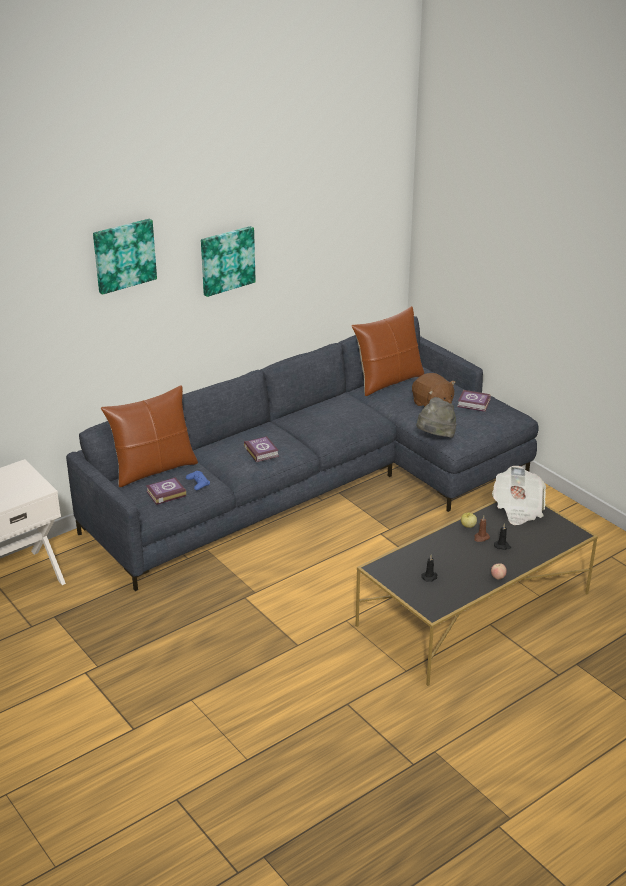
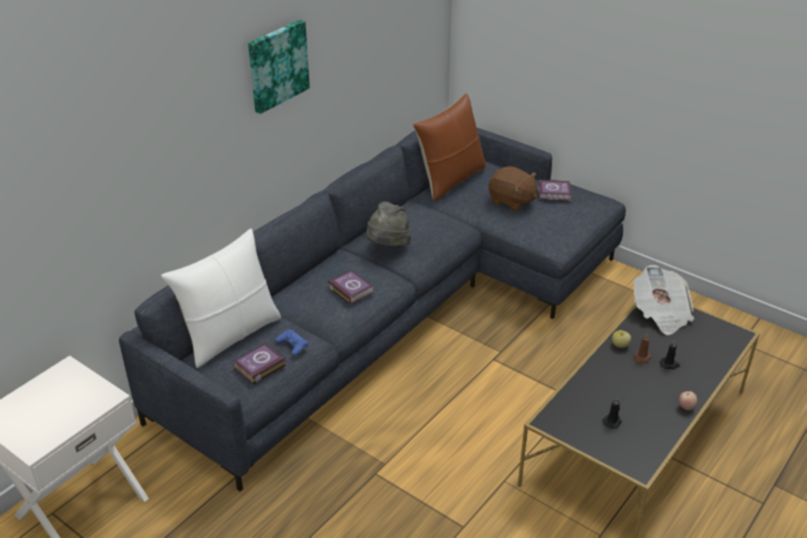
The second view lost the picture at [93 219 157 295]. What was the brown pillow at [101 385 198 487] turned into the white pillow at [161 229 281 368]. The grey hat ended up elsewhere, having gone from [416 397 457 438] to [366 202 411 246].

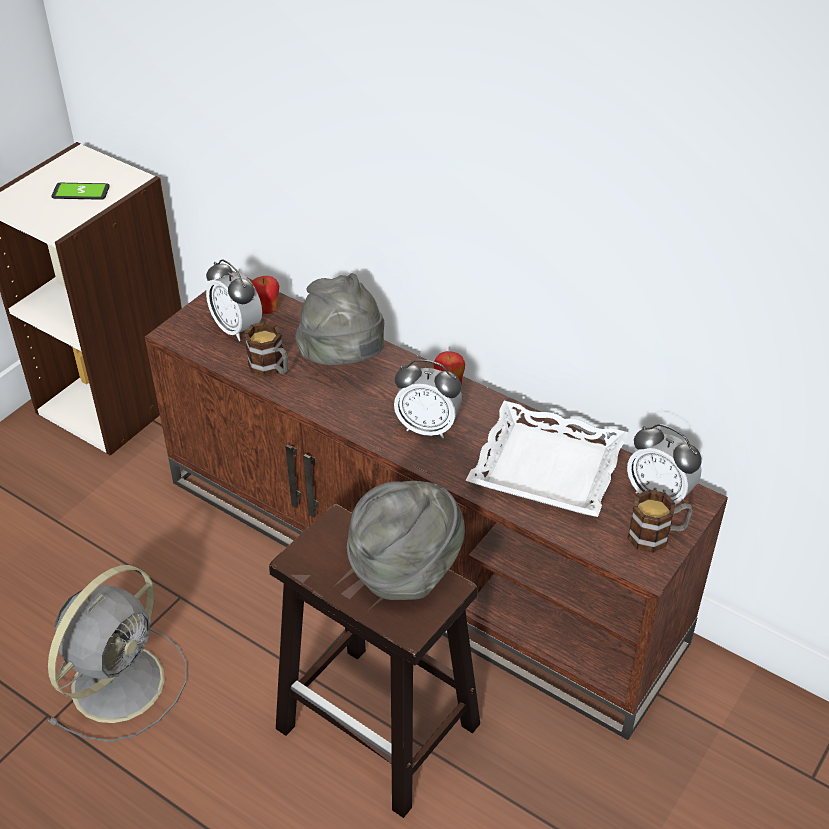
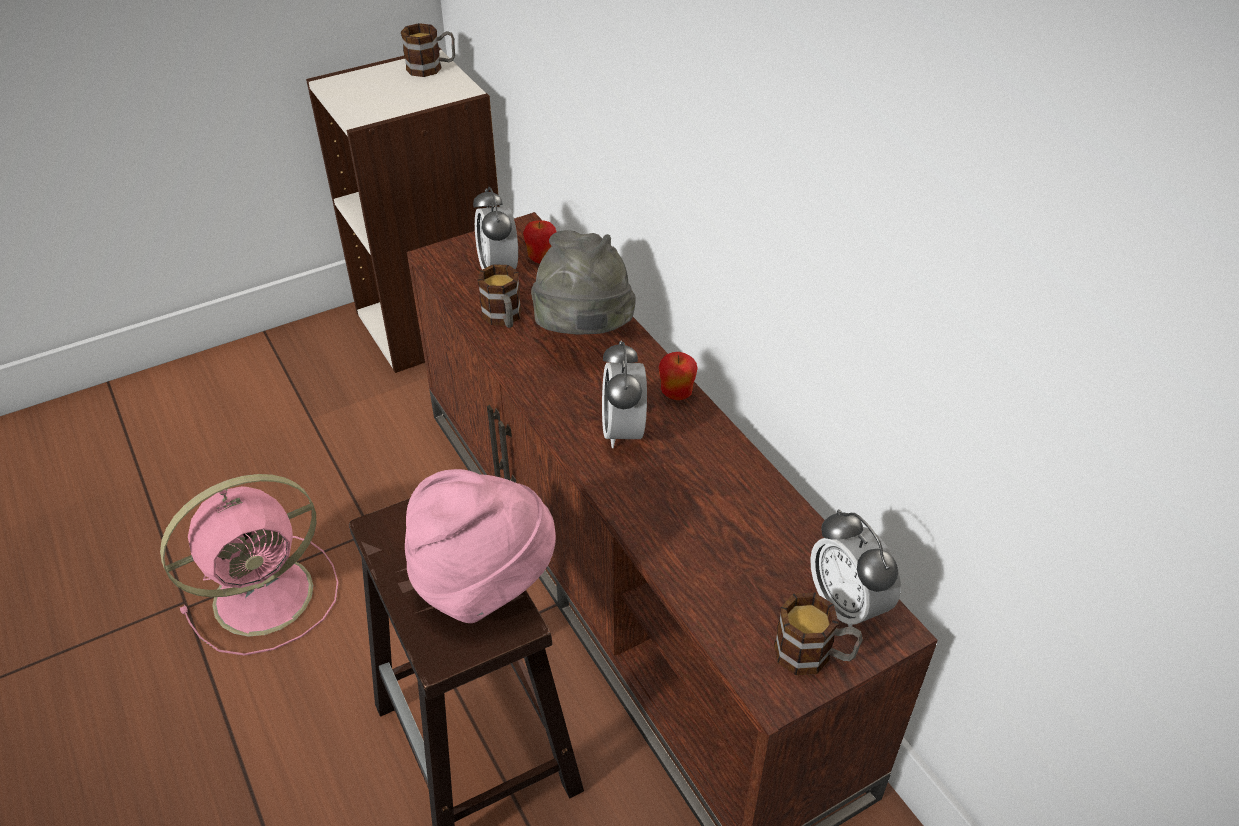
The second view lost the phone at [52 183 110 200]. The alarm clock at [394 360 462 438] ended up facing another way, 45 degrees clockwise from before. The second view lost the white tray at [465 401 629 517]. What was the grey hat at [347 481 465 600] turned into the pink hat at [405 469 556 623]. What was the grey fan at [48 565 187 742] turned into the pink fan at [160 474 339 656]. The second view gained the mug at [401 23 455 77].

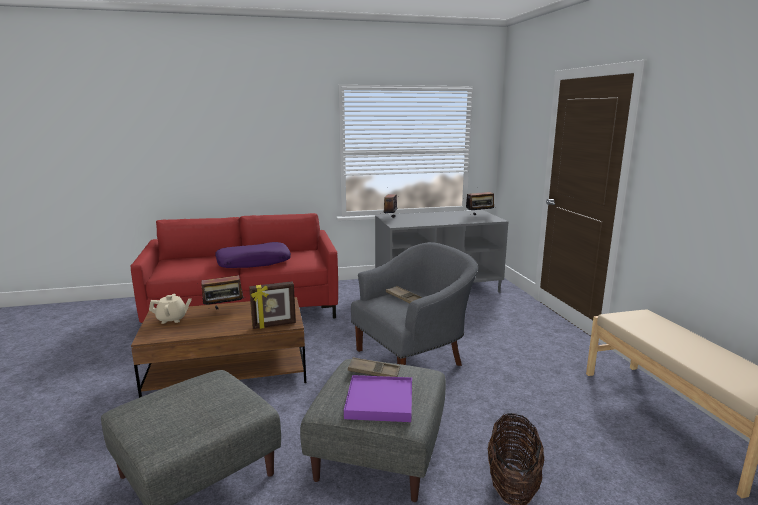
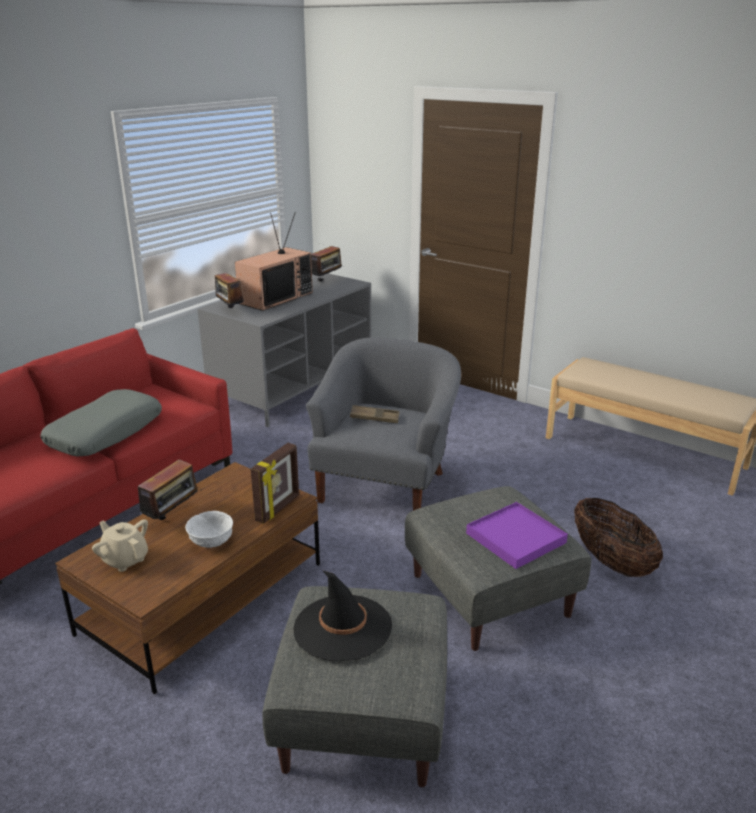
What was the purple pillow at [215 242 291 268] turned into the grey pillow at [40 389 162 457]. The beige teapot at [149 294 192 324] ended up facing another way, 90 degrees counterclockwise from before. The second view lost the brown tray at [348 357 400 377]. The second view gained the television at [235 212 313 311]. The second view gained the white bowl at [185 511 233 548]. The second view gained the black hat at [293 570 392 661].

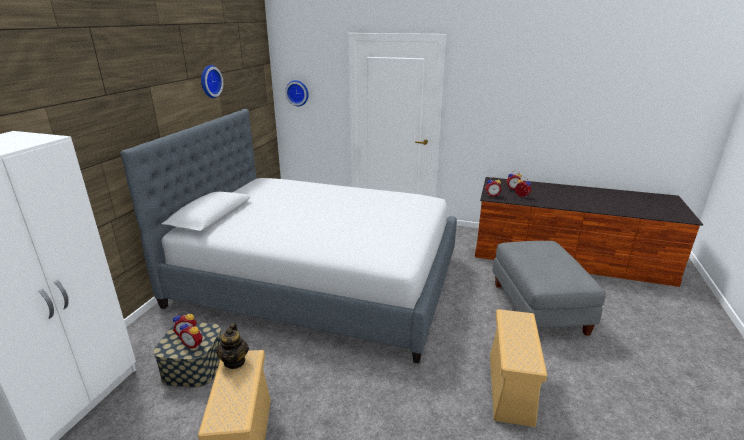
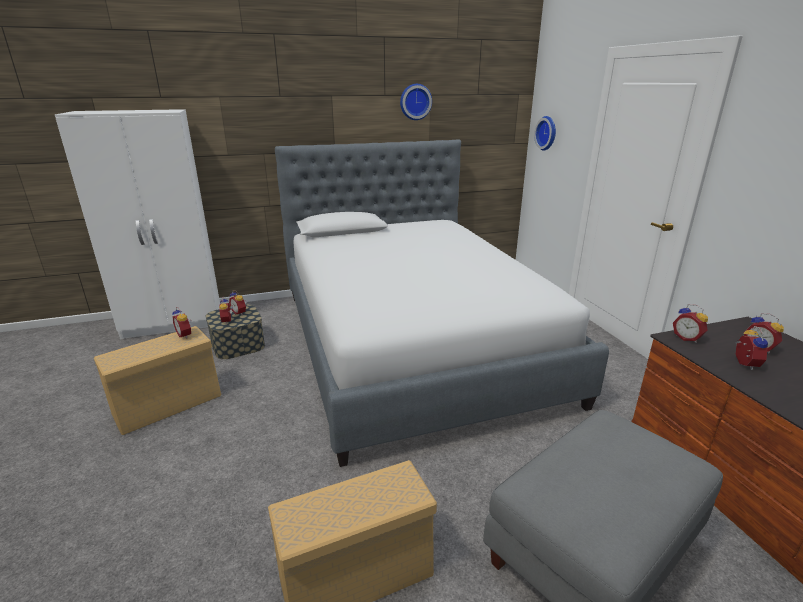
Where the teapot stood at [216 323 249 369], the alarm clock came to stand at [172 307 193 339].

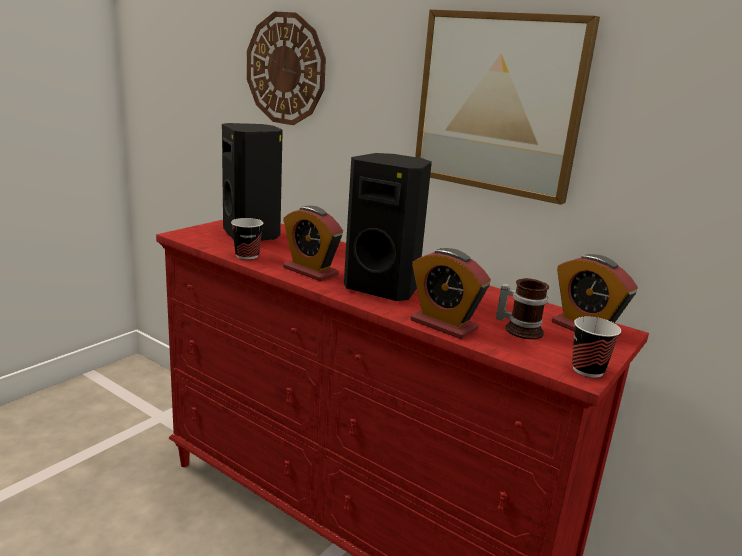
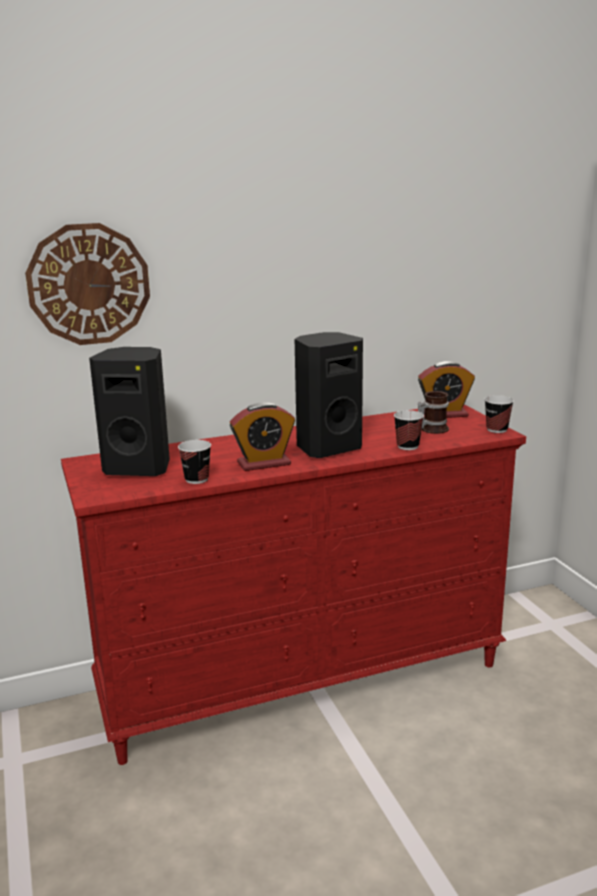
The second view lost the picture at [415 9 600 205]. Where the alarm clock stood at [410 248 491 339], the cup came to stand at [394 410 424 450].

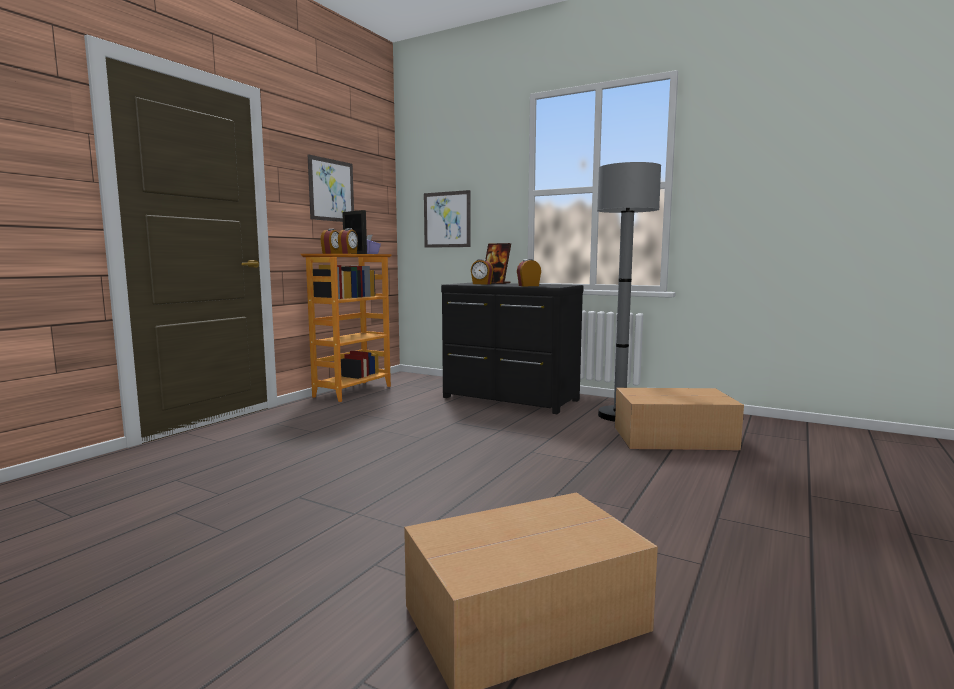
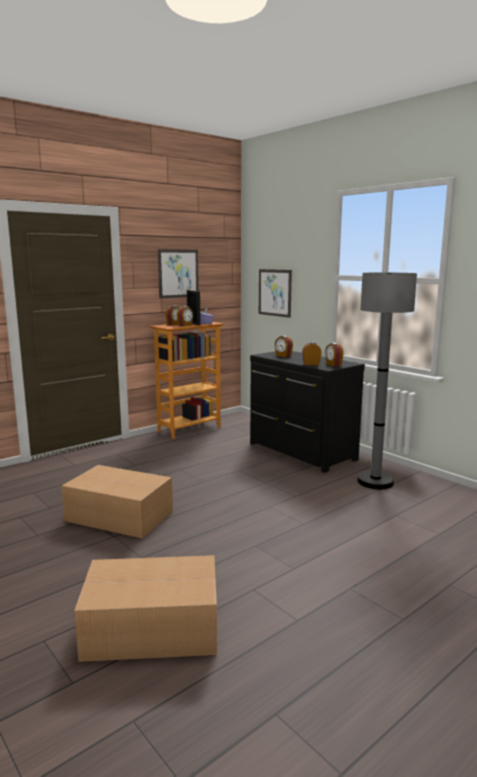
The second view lost the picture frame at [485 243 511 284]. The cardboard box ended up elsewhere, having gone from [615 388 744 450] to [62 465 173 539]. The second view gained the alarm clock at [325 343 343 367].

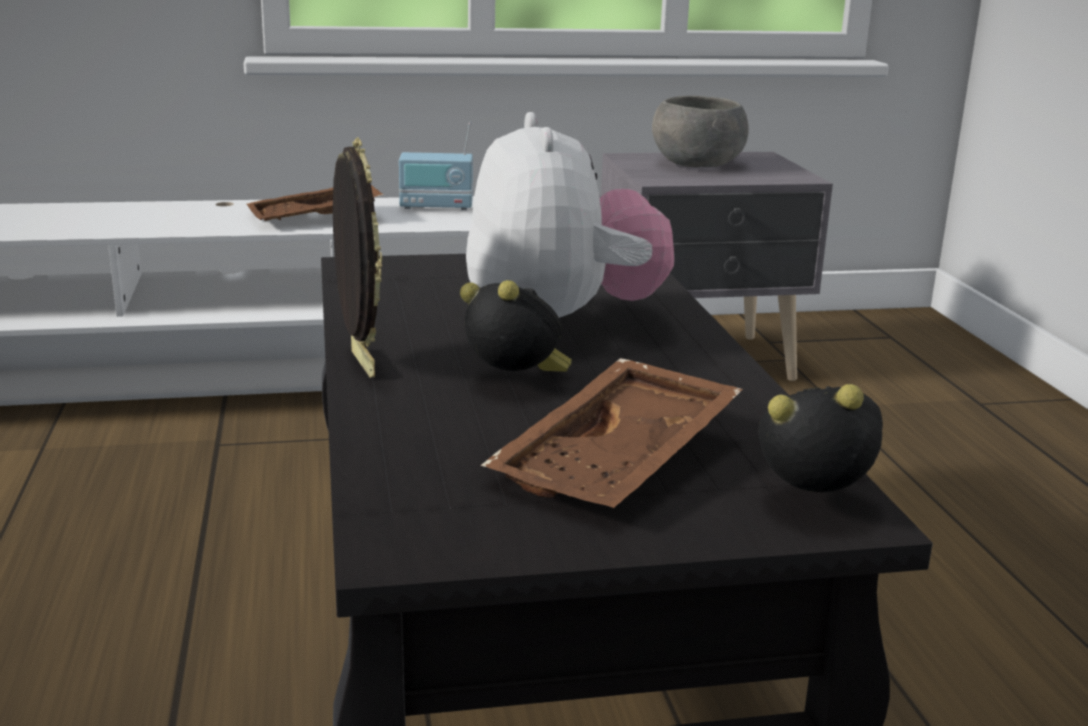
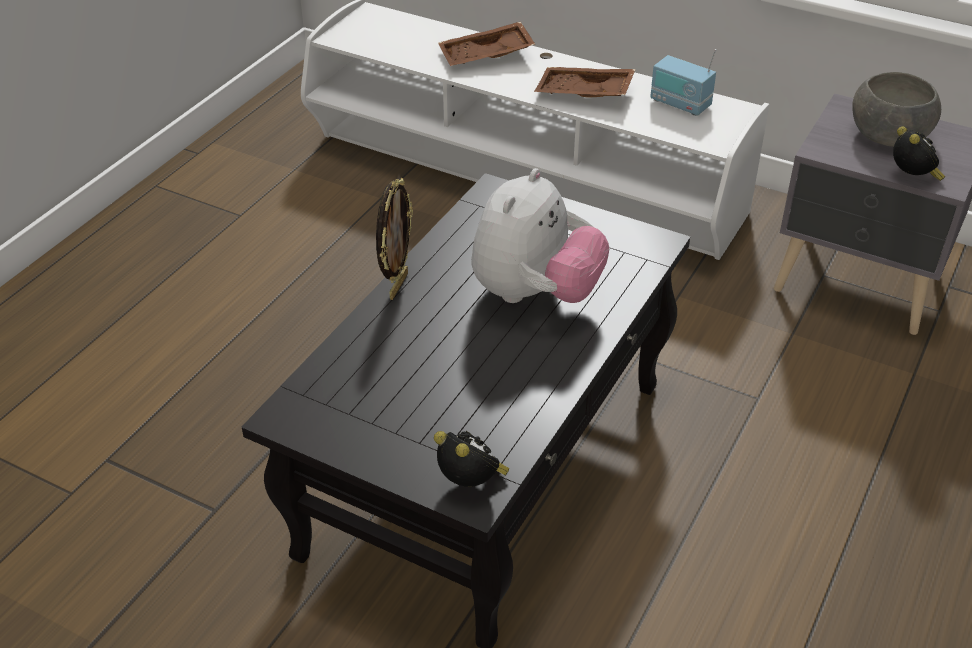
The alarm clock ended up elsewhere, having gone from [460 280 572 372] to [893 126 945 181]. The brown tray ended up elsewhere, having gone from [480 358 743 508] to [438 21 536 66].

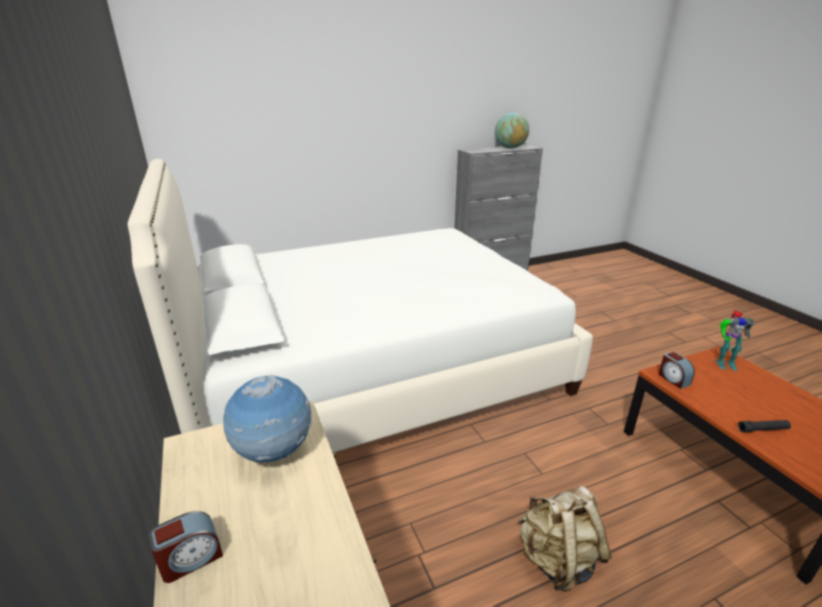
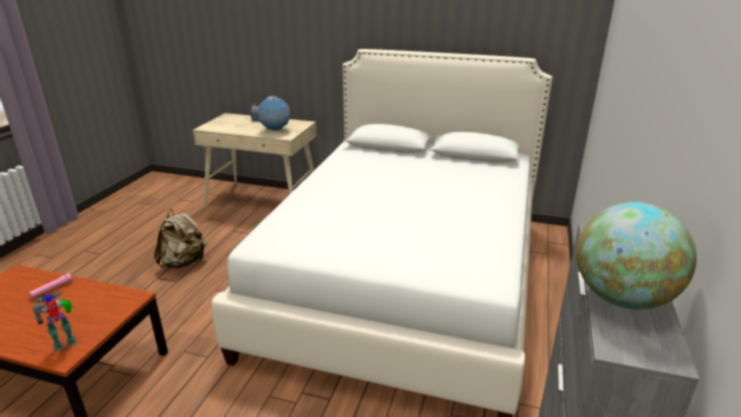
The second view lost the alarm clock at [659 352 695 389]. What was the black flashlight at [738 420 791 432] turned into the pink flashlight at [29 273 73 298].

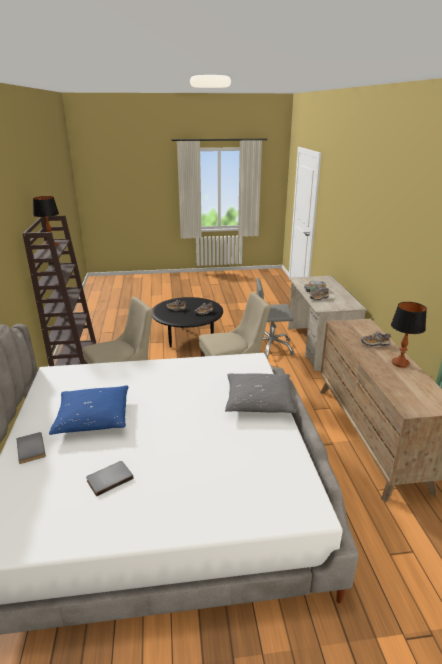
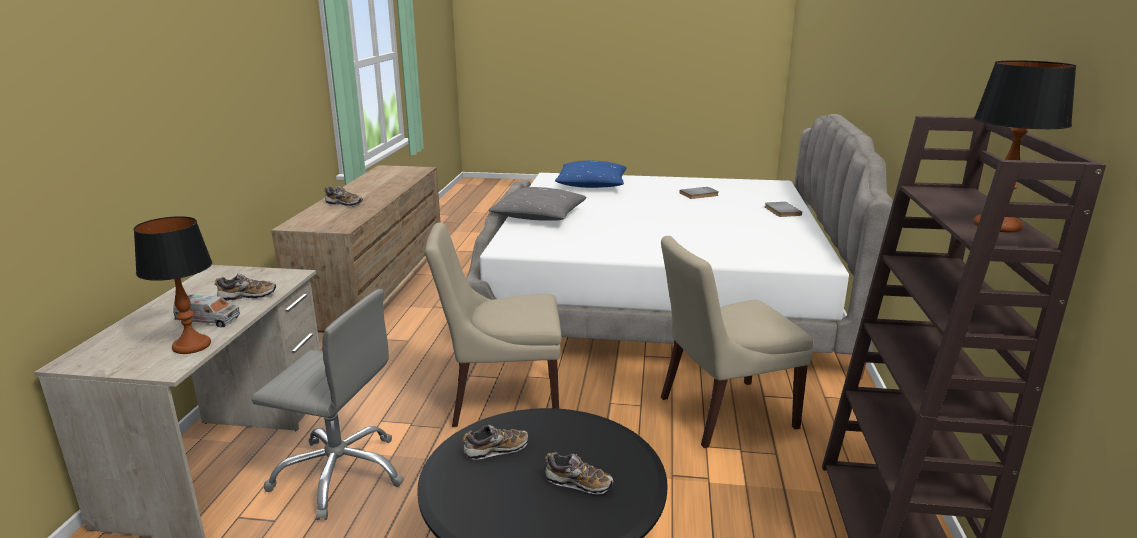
The table lamp ended up elsewhere, having gone from [391 302 427 368] to [133 216 212 354]. The blue pillow ended up elsewhere, having gone from [49 386 128 435] to [555 161 627 188].

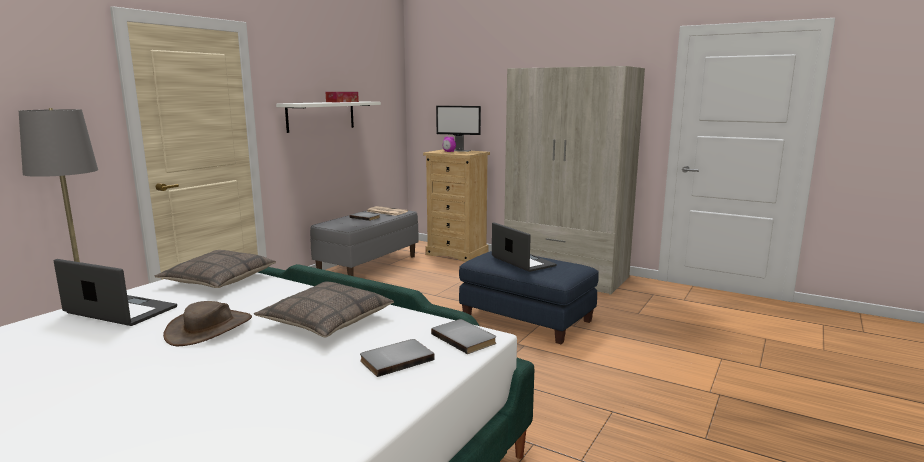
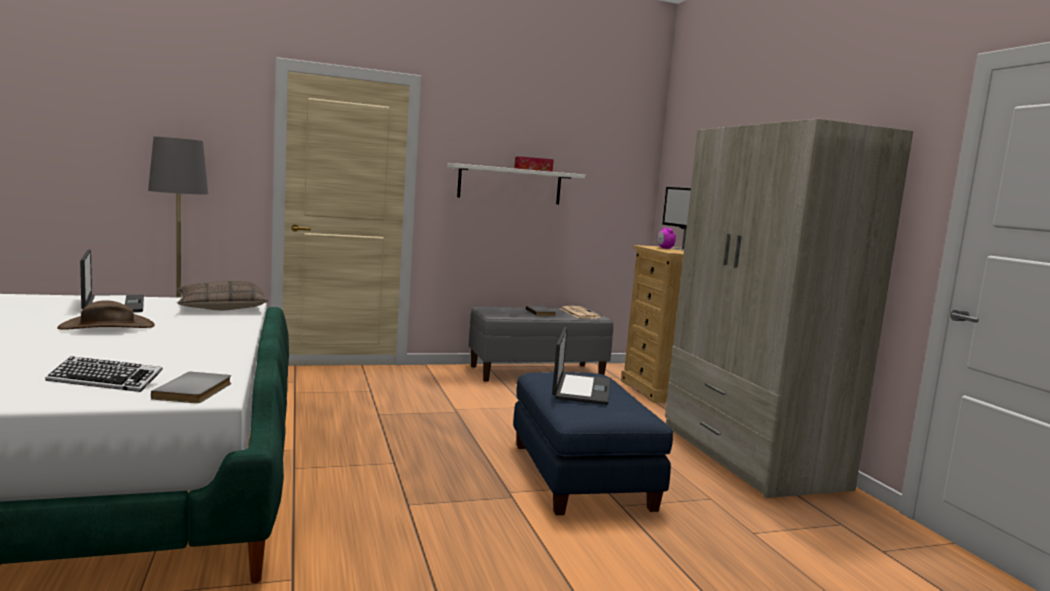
The second view lost the pillow at [254 282 394 338]. Where the grey book stood at [360 339 435 377], the keyboard came to stand at [45 356 163 392].

